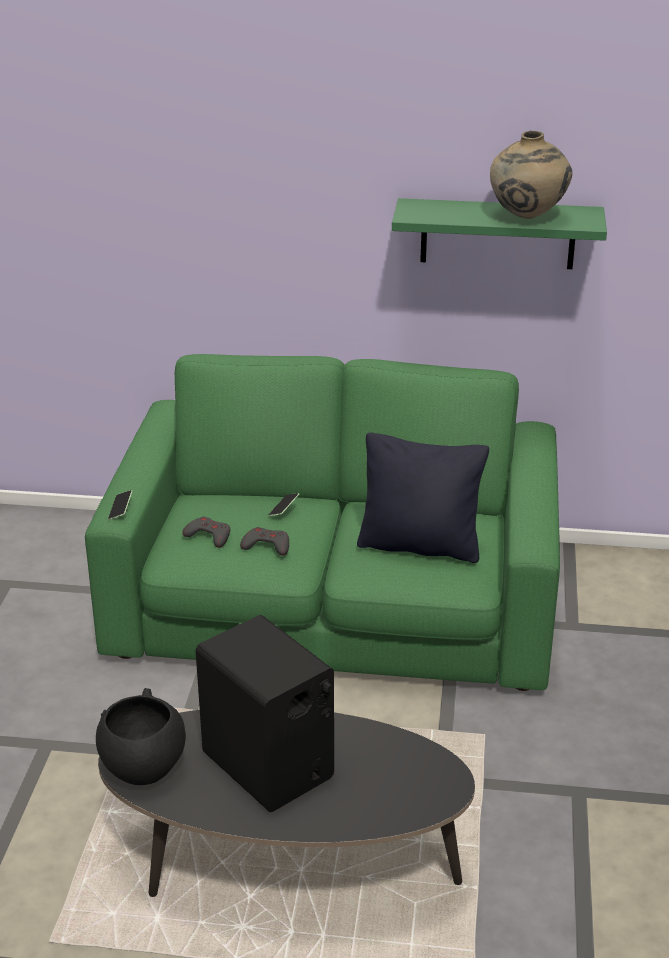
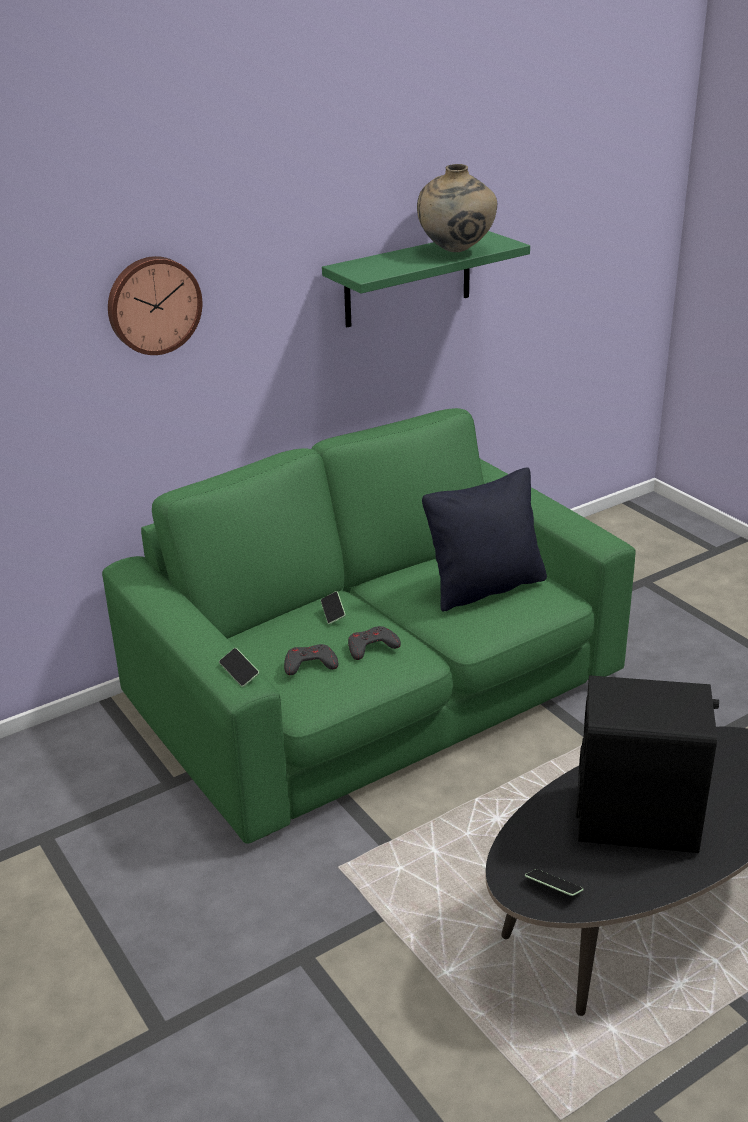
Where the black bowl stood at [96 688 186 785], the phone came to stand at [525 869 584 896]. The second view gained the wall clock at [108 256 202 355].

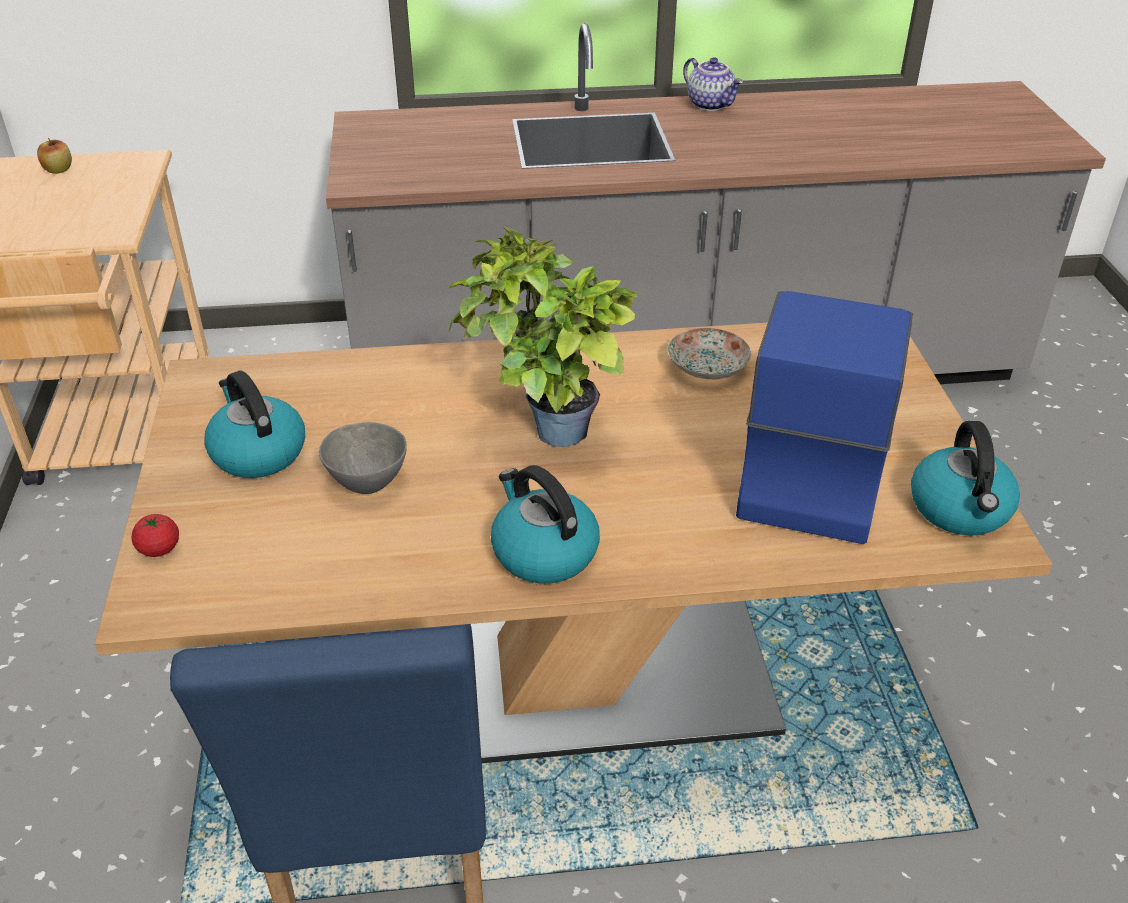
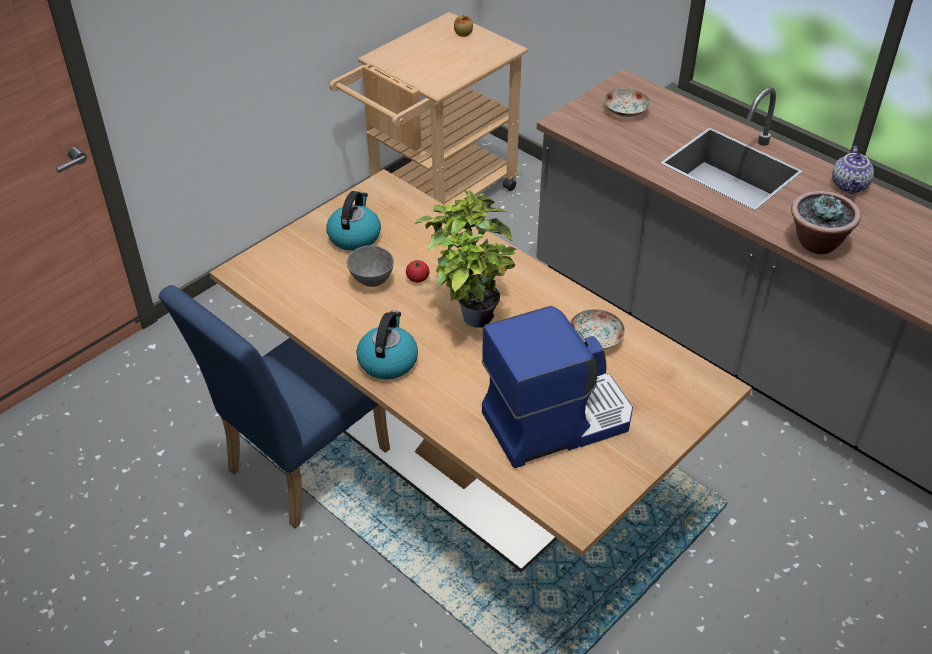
The second view lost the kettle at [911 421 1020 536]. The tomato ended up elsewhere, having gone from [131 514 179 557] to [406 260 430 283]. The second view gained the plate at [604 89 651 117]. The second view gained the potted plant at [791 191 861 254].

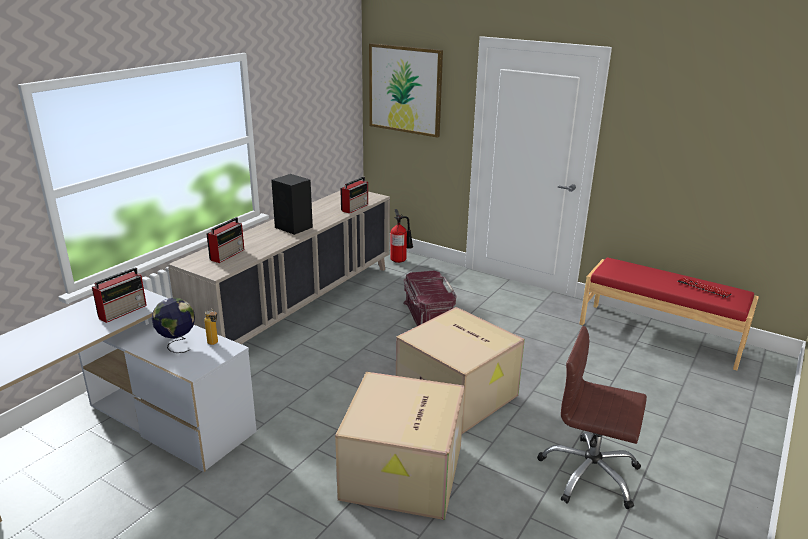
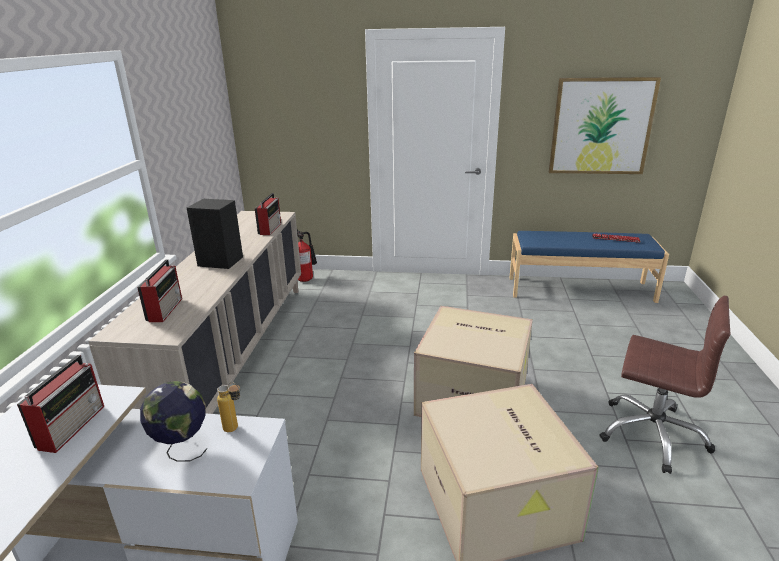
The picture ended up elsewhere, having gone from [369 43 443 138] to [549 77 661 174]. What was the red bench at [580 257 759 371] turned into the blue bench at [509 231 669 303]. The second view lost the red storage box at [403 271 457 326]. The brown office chair at [538 326 647 509] ended up facing another way, 150 degrees counterclockwise from before.

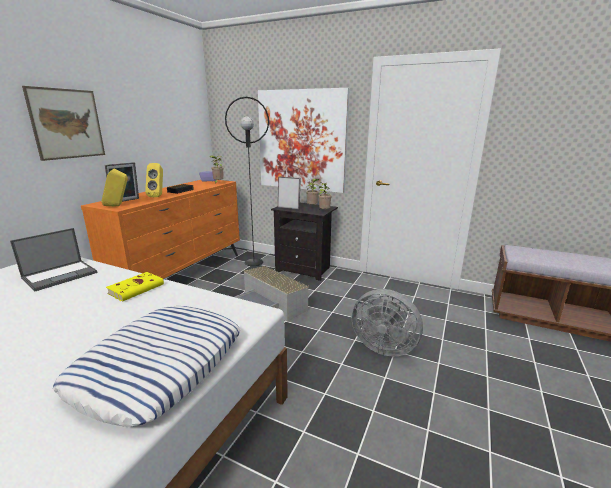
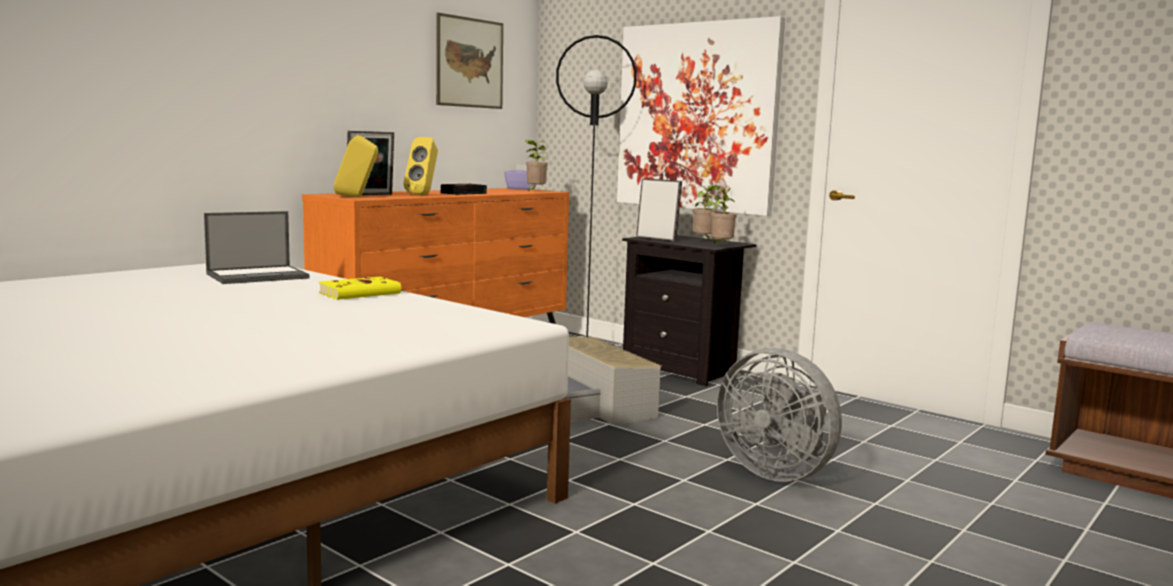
The picture ended up elsewhere, having gone from [22 86 105 161] to [436 13 503 109]. The second view lost the pillow at [53 306 240 427].

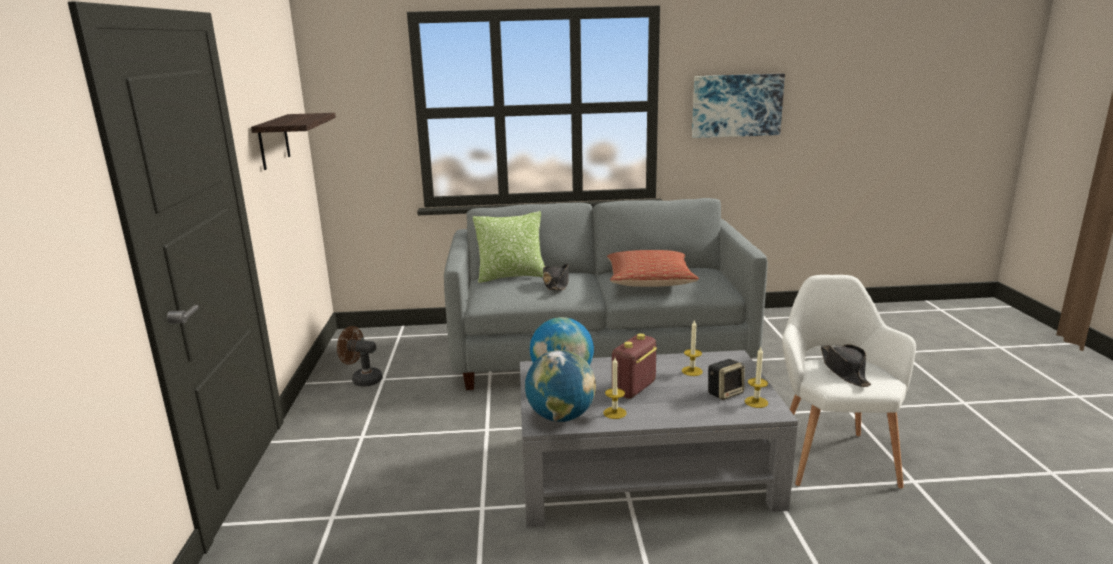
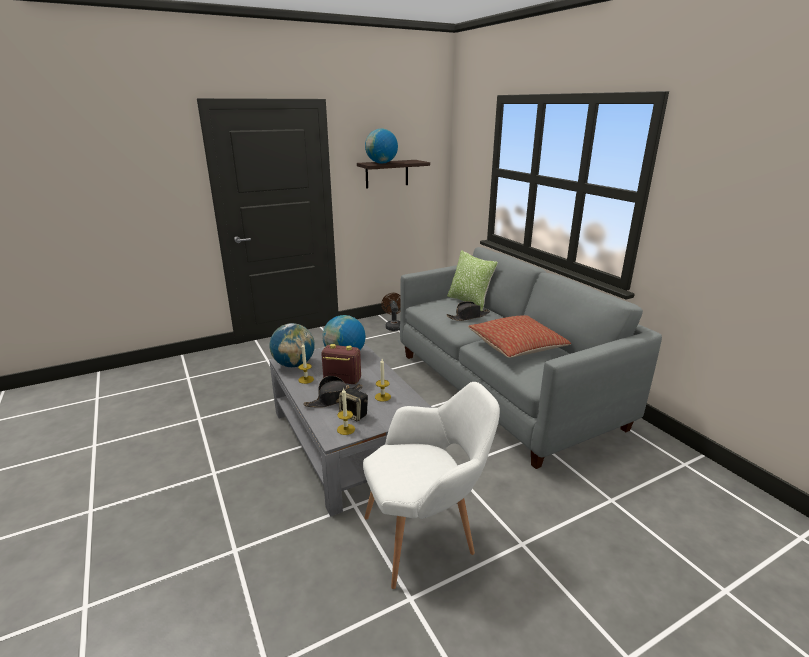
The second view lost the picture at [692 74 785 138]. The black hat ended up elsewhere, having gone from [821 344 871 387] to [303 376 363 408]. The second view gained the globe at [365 128 398 164].

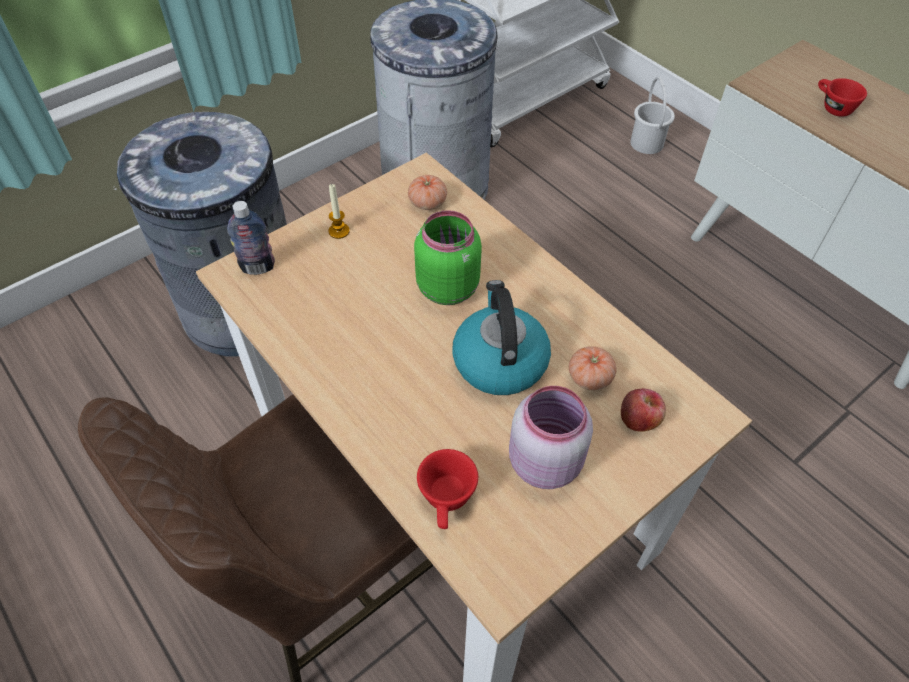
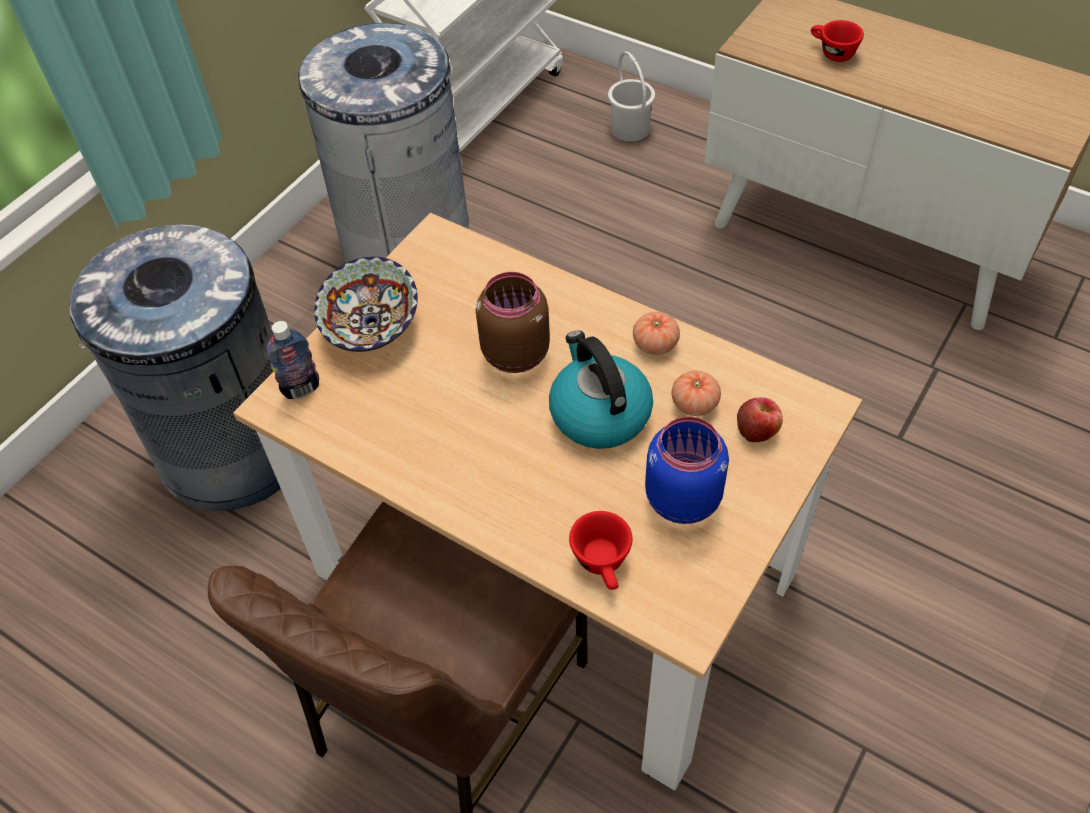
The tomato ended up elsewhere, having gone from [408 175 447 210] to [633 312 680 355]. Where the candle stood at [328 184 350 239], the bowl came to stand at [314 257 418 352]. What was the green jar at [414 210 482 305] turned into the brown jar at [476 272 550 373]. What was the pink jar at [509 386 593 489] turned into the blue jar at [645 417 729 524].

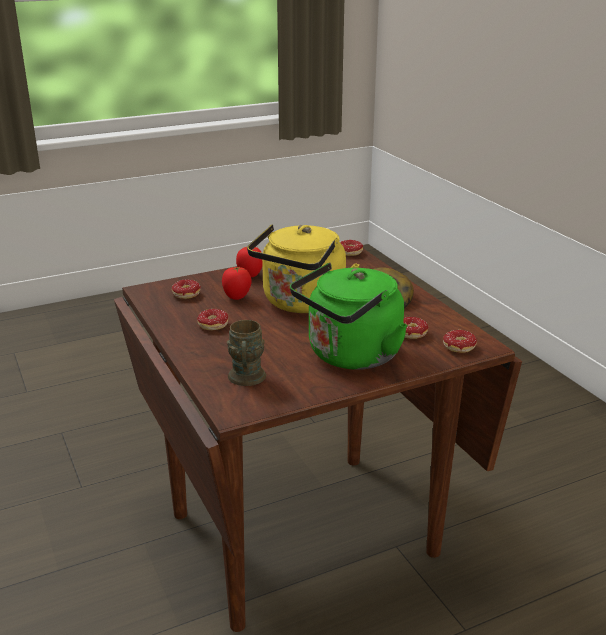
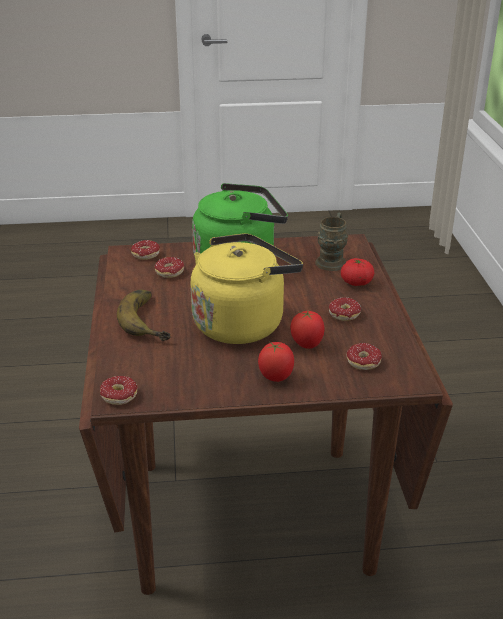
The second view gained the tomato at [341 258 374 286].

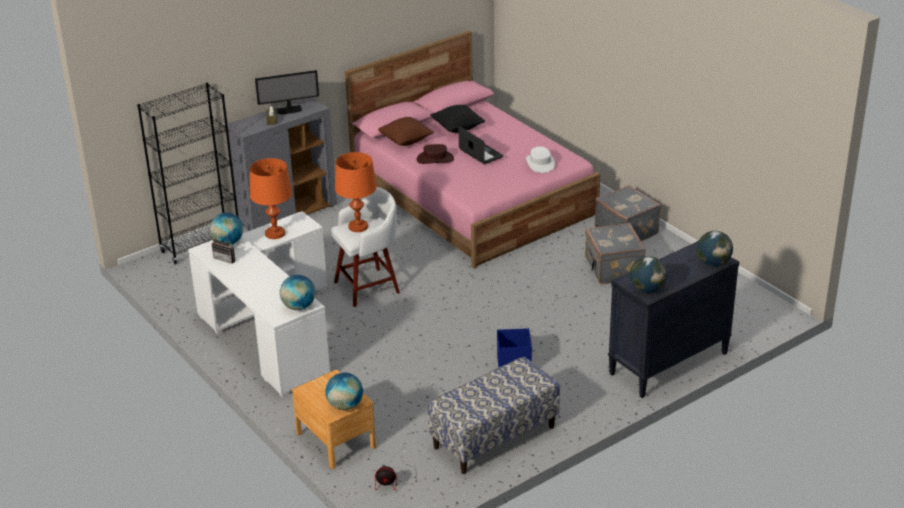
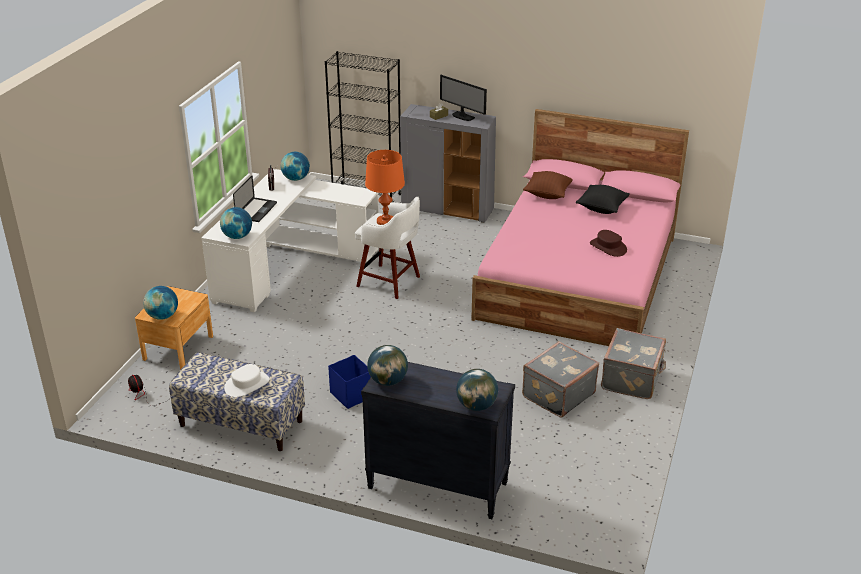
The laptop ended up elsewhere, having gone from [458 126 503 164] to [233 176 277 222]. The brown hat ended up elsewhere, having gone from [417 144 454 164] to [590 230 627 257]. The white hat ended up elsewhere, having gone from [526 146 555 173] to [224 364 269 397]. The second view lost the orange table lamp at [250 158 292 239].

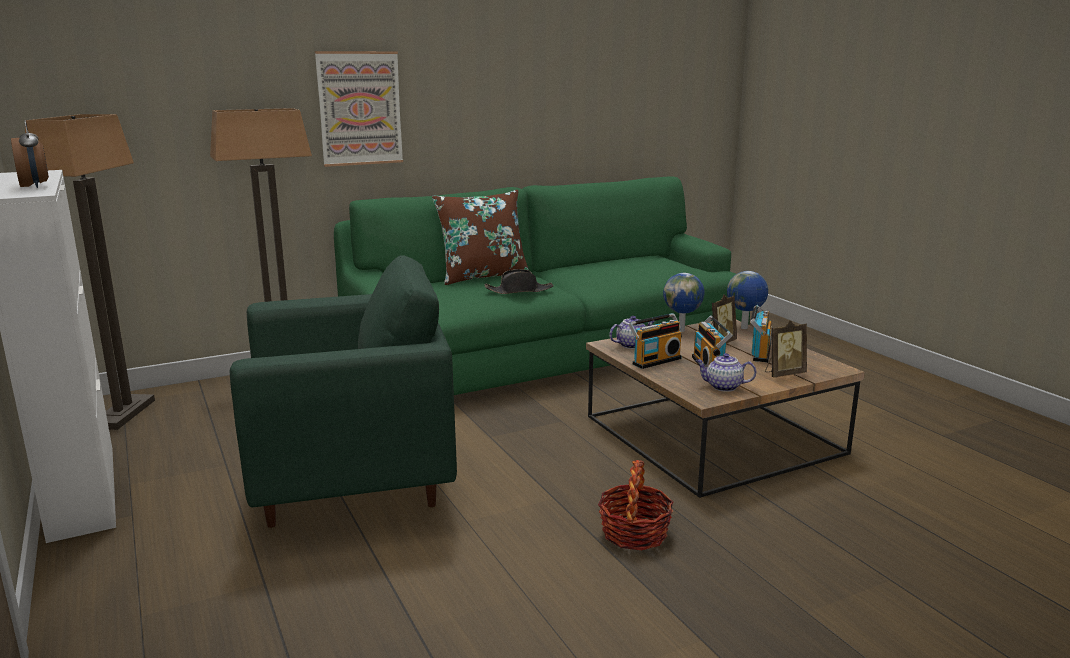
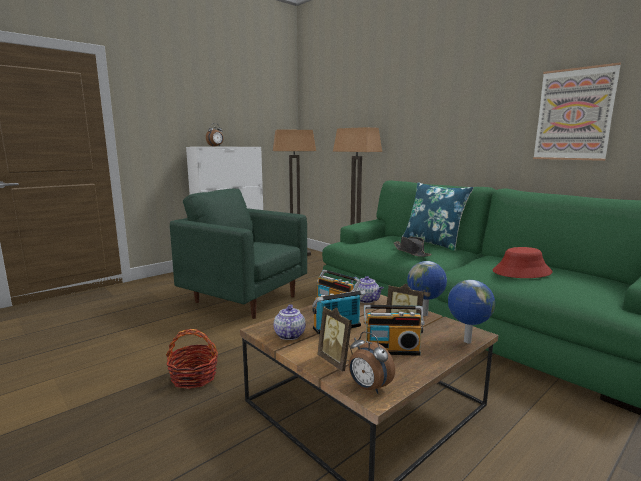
The picture ended up elsewhere, having gone from [315 51 403 167] to [533 63 621 161]. What was the brown pillow at [432 190 529 285] turned into the blue pillow at [401 182 474 251]. The green armchair at [230 255 457 528] ended up facing another way, 150 degrees clockwise from before. The second view gained the red hat at [493 247 553 278]. The second view gained the alarm clock at [349 331 395 394].

